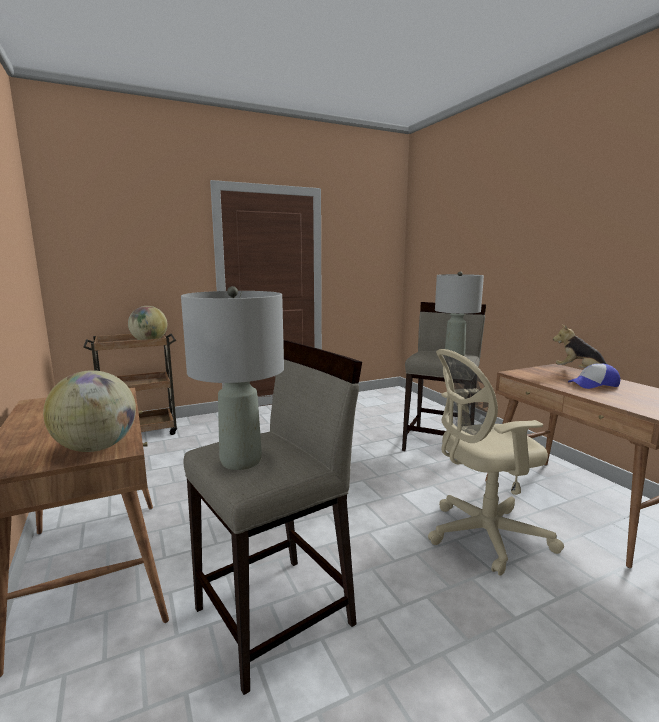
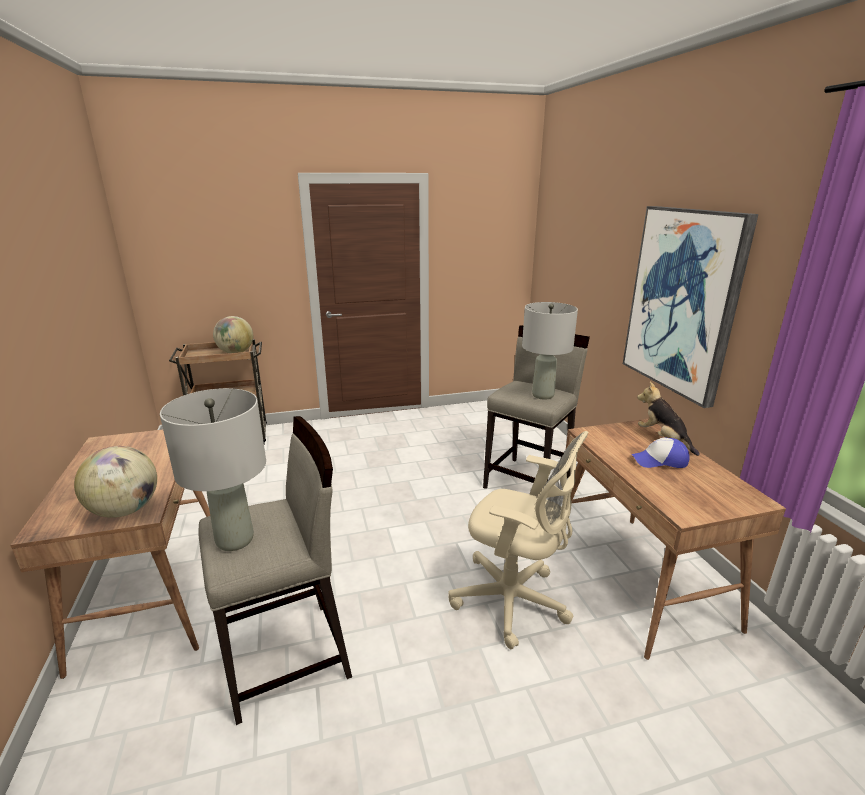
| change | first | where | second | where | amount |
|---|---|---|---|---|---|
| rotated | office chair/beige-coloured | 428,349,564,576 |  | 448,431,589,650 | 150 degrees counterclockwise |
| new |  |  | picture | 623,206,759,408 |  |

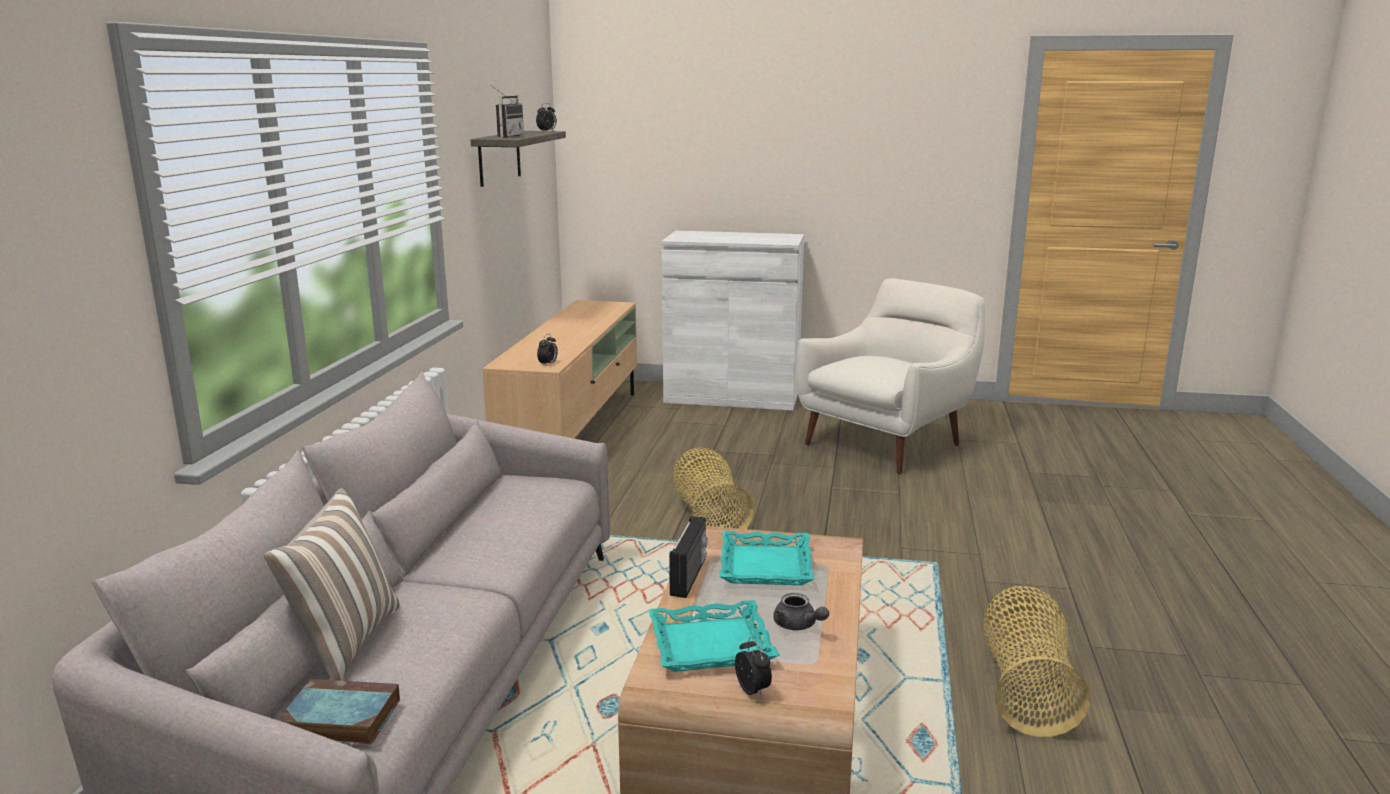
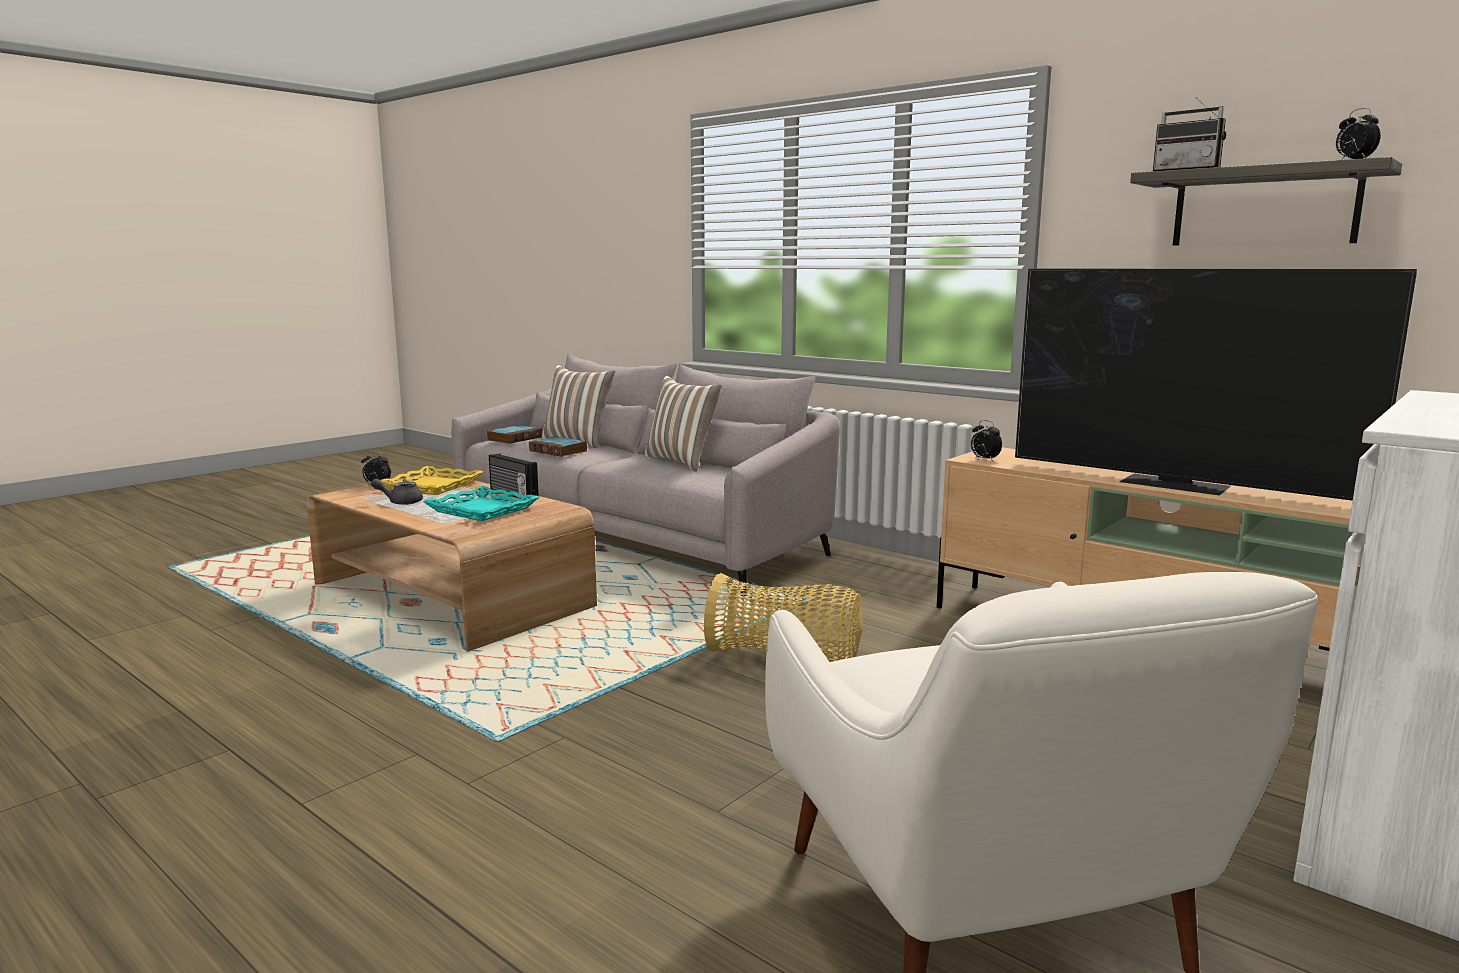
| change | first | where | second | where | amount |
|---|---|---|---|---|---|
| gone | household basket | 984,586,1090,737 |  |  |  |
| repainted | serving tray/turquoise-coloured | 649,600,780,672 | serving tray/yellow | 380,466,483,495 |  |
| new |  |  | television | 1015,268,1417,501 |  |
| new |  |  | cushion | 644,376,722,471 |  |
| new |  |  | bound book | 529,436,587,457 |  |

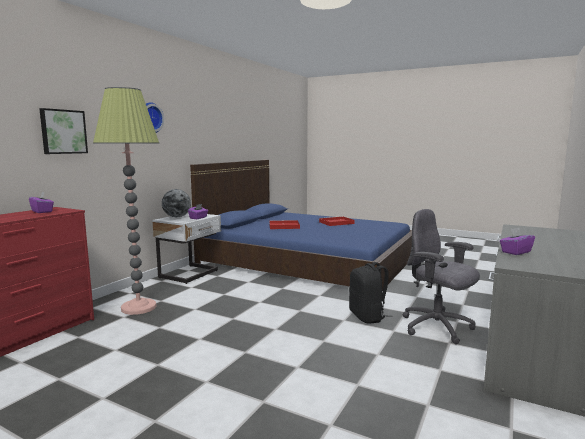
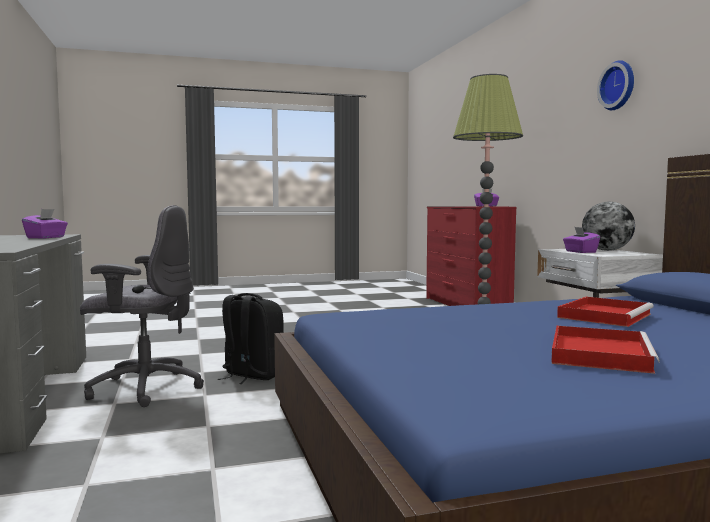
| change | first | where | second | where | amount |
|---|---|---|---|---|---|
| gone | picture | 39,108,88,154 |  |  |  |

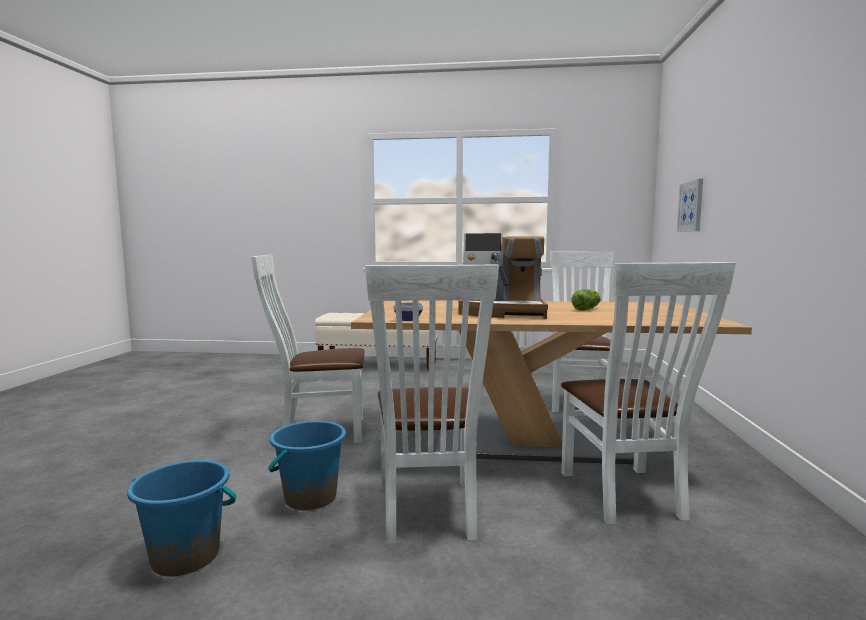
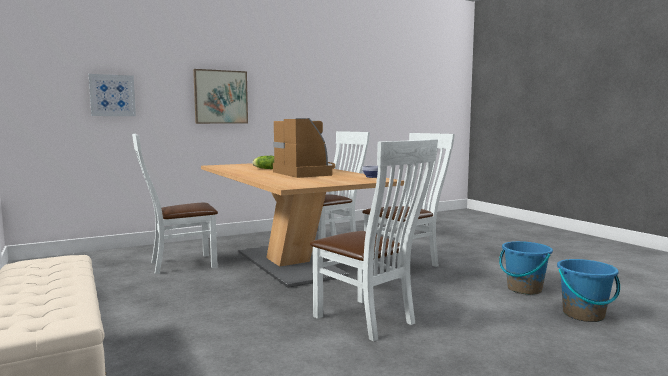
| change | first | where | second | where | amount |
|---|---|---|---|---|---|
| shifted | pail/bluish | 268,421,346,510 |  | 557,259,620,322 |  |
| new |  |  | picture | 193,69,248,124 |  |

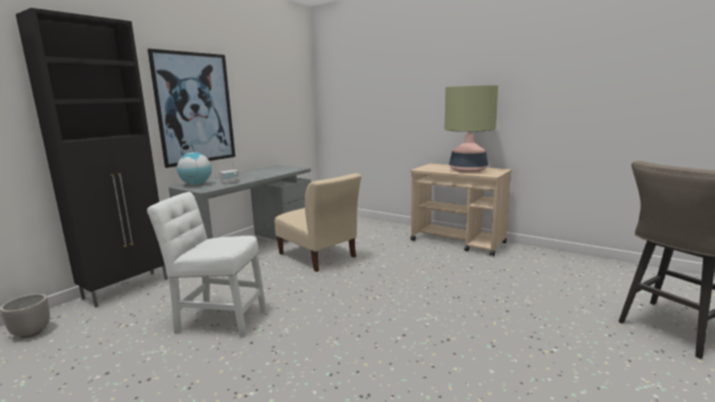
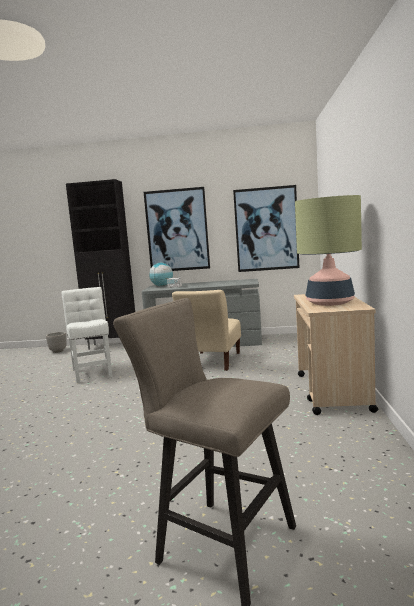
| change | first | where | second | where | amount |
|---|---|---|---|---|---|
| new |  |  | picture | 233,185,299,272 |  |

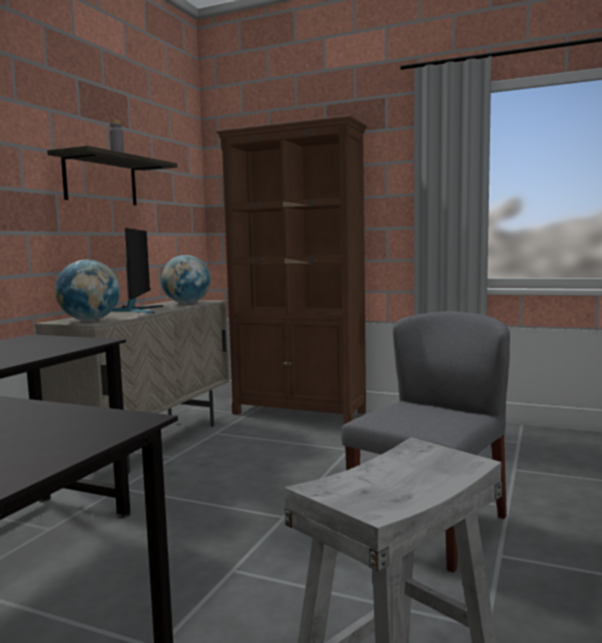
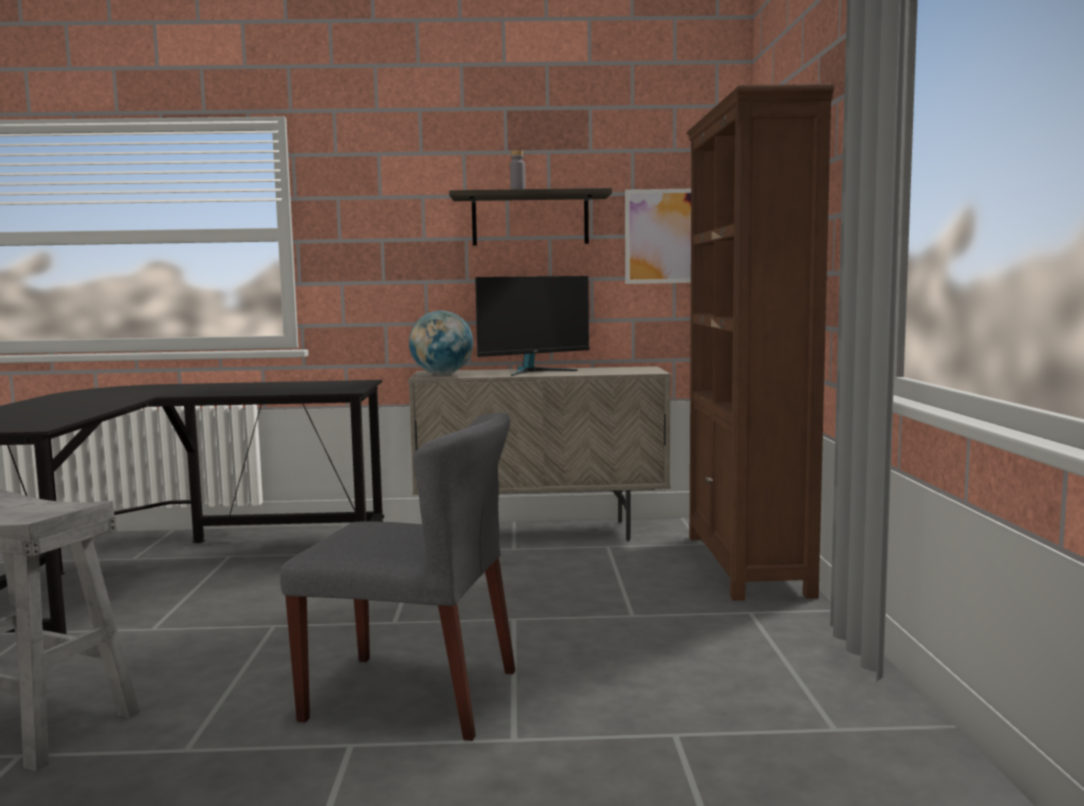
| change | first | where | second | where | amount |
|---|---|---|---|---|---|
| gone | globe | 161,255,210,304 |  |  |  |
| new |  |  | picture | 625,189,691,284 |  |

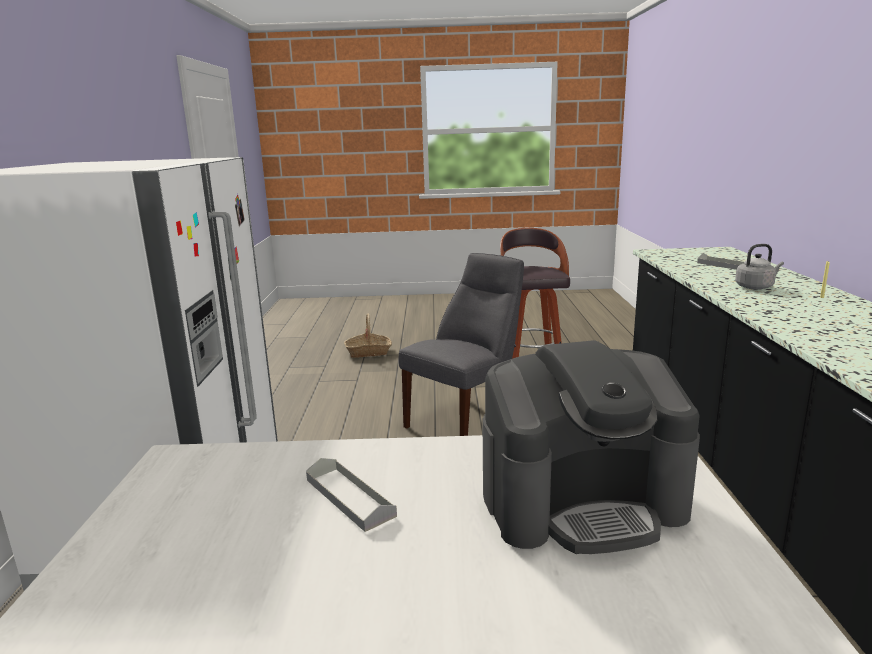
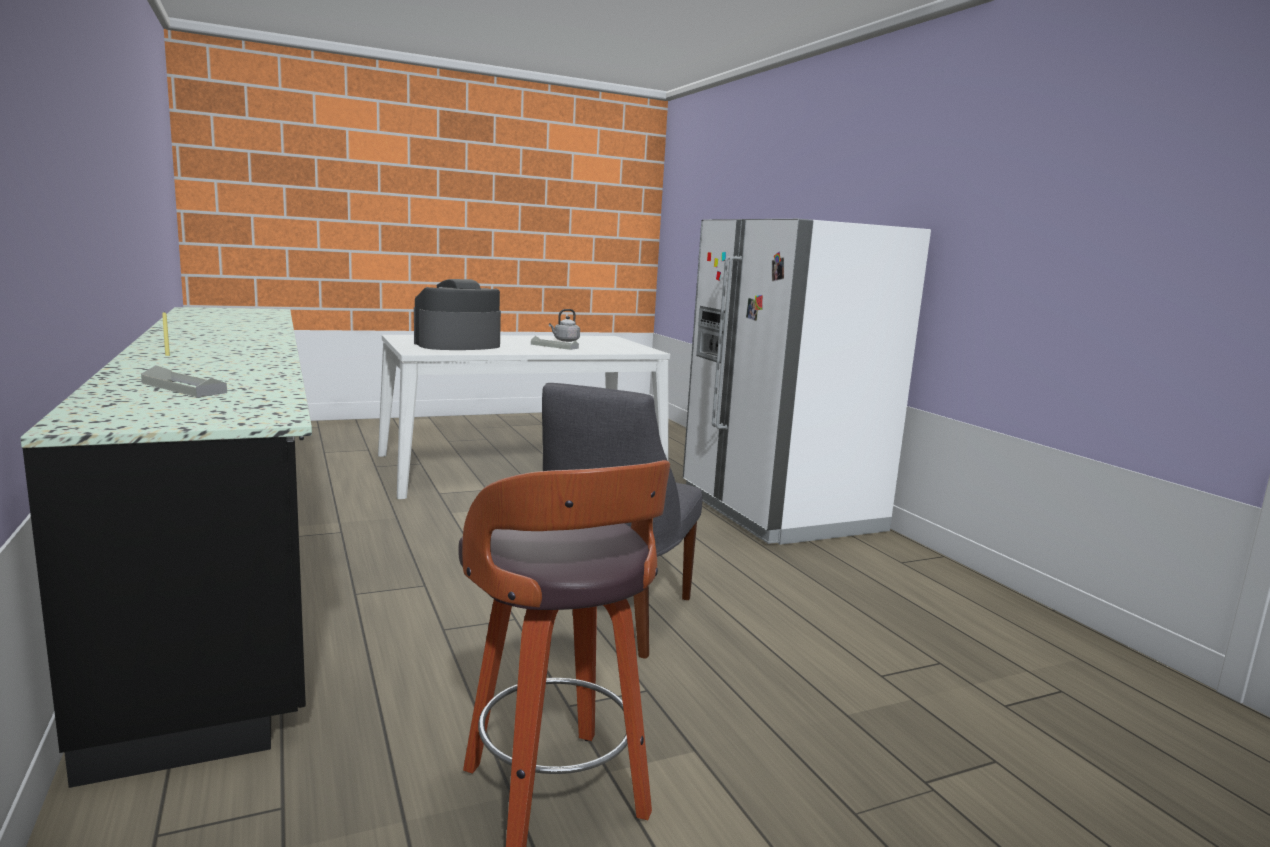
| change | first | where | second | where | amount |
|---|---|---|---|---|---|
| shifted | tea kettle/greyish | 735,244,784,290 |  | 549,309,580,342 |  |
| gone | household basket | 344,314,392,358 |  |  |  |

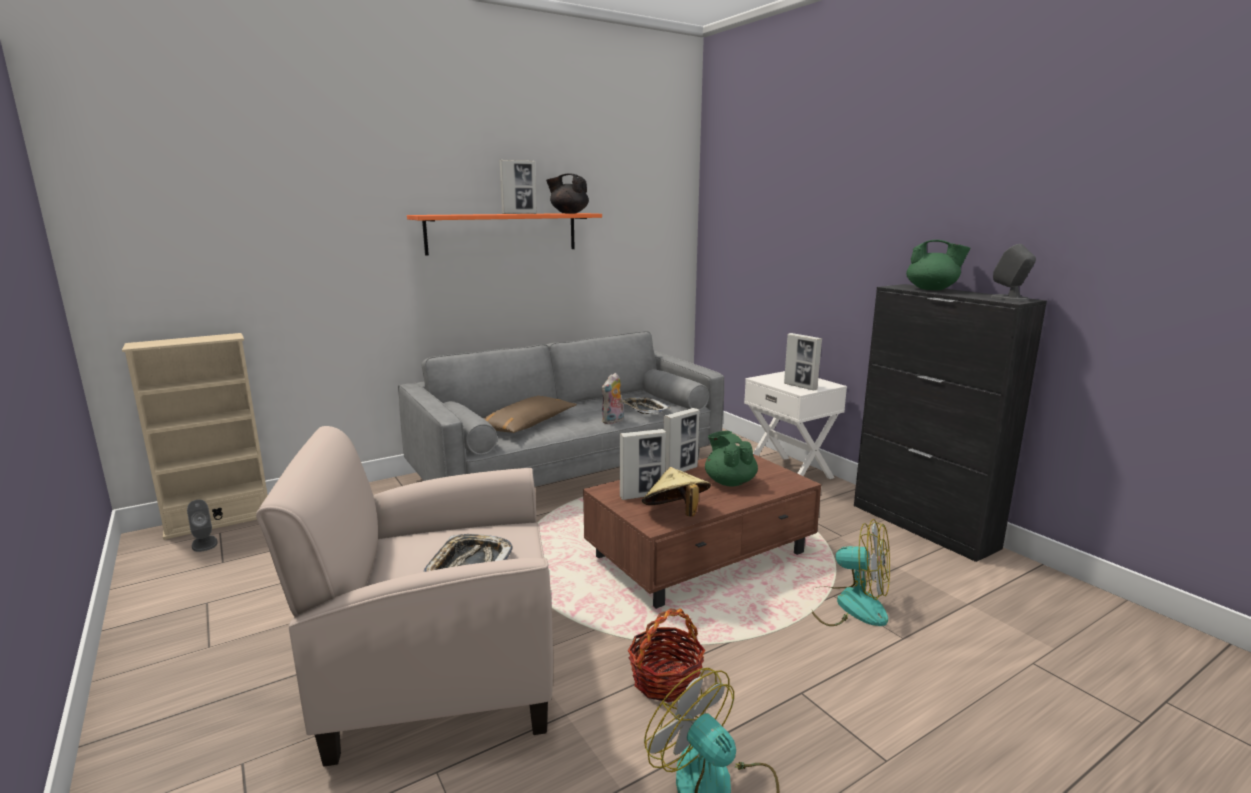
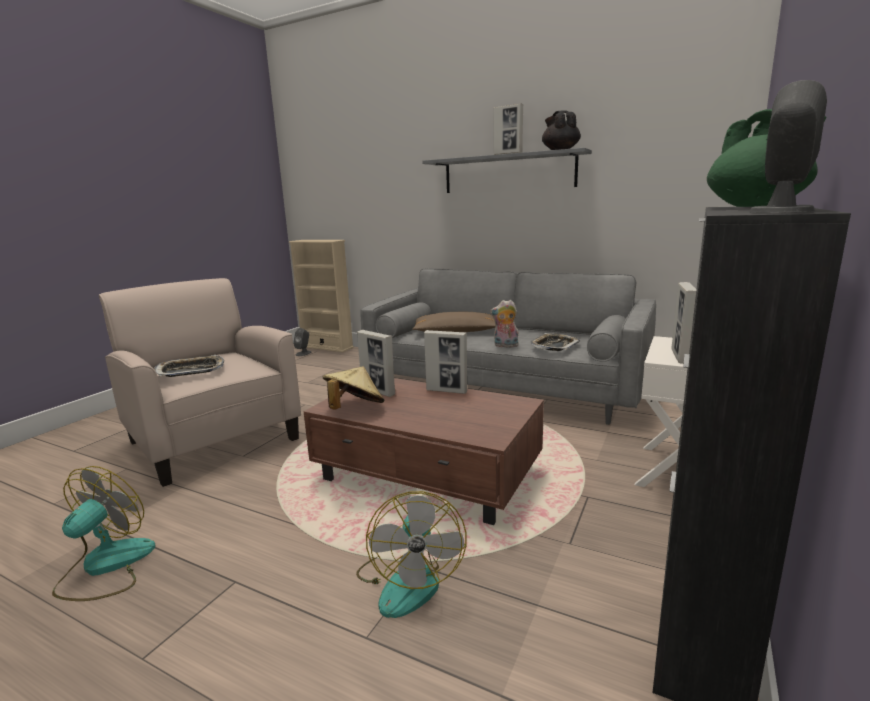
| change | first | where | second | where | amount |
|---|---|---|---|---|---|
| repainted | bracket shelf/orange | 407,213,602,255 | bracket shelf/greyish | 422,148,592,193 |  |
| gone | teapot/green-coloured | 705,431,758,487 |  |  |  |
| gone | household basket | 628,608,705,703 |  |  |  |

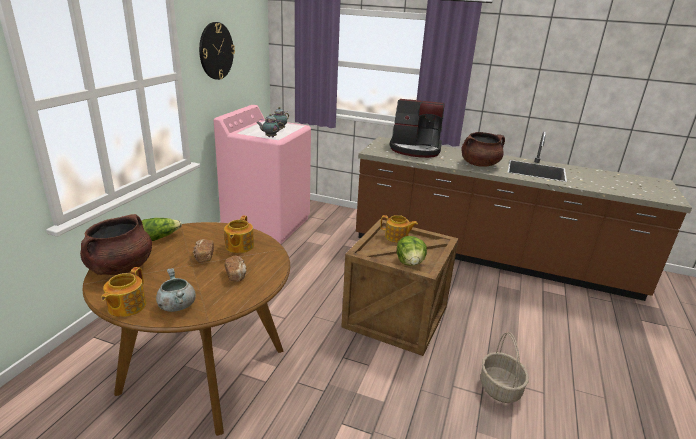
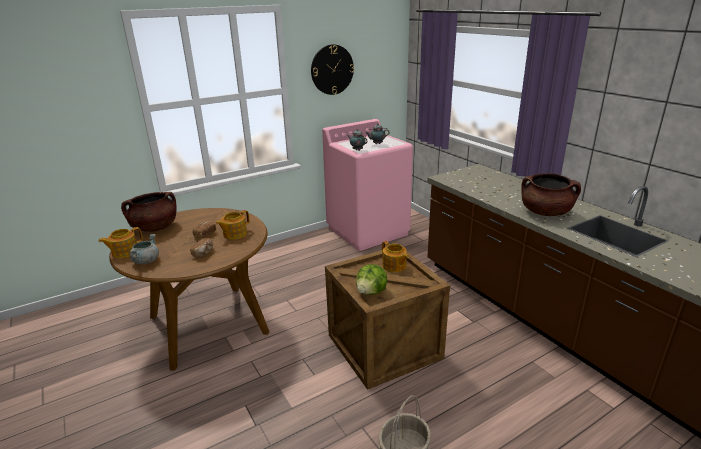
| change | first | where | second | where | amount |
|---|---|---|---|---|---|
| gone | coffee machine | 389,99,444,158 |  |  |  |
| gone | head of lettuce | 142,218,182,241 |  |  |  |

